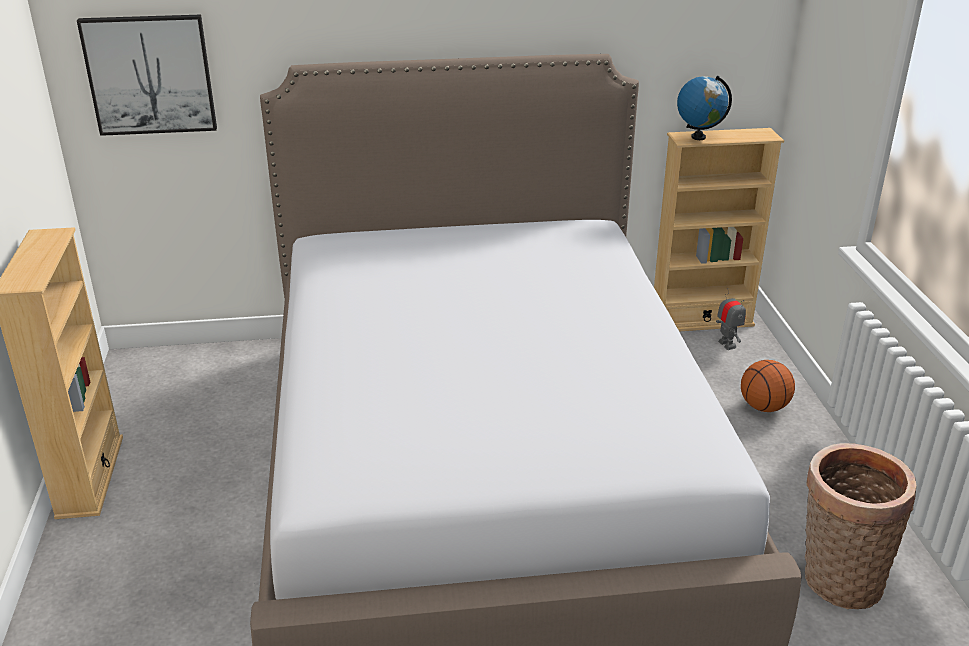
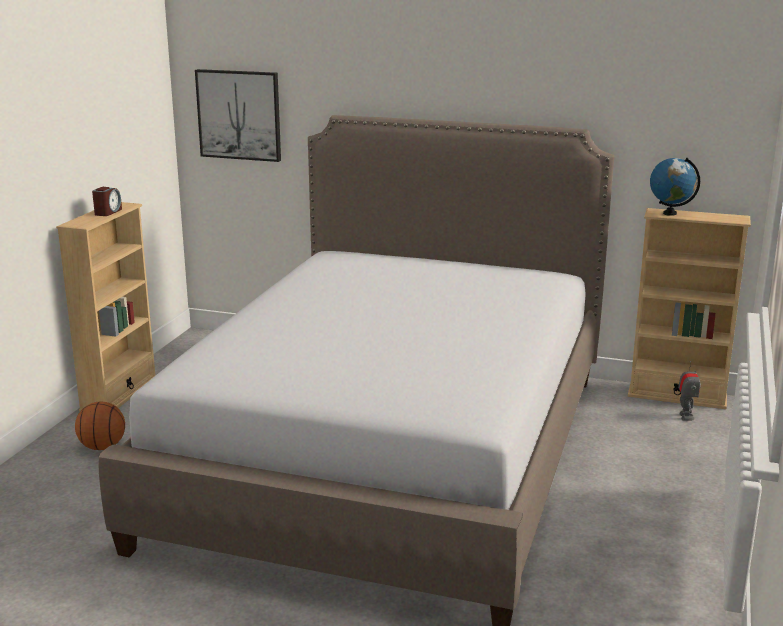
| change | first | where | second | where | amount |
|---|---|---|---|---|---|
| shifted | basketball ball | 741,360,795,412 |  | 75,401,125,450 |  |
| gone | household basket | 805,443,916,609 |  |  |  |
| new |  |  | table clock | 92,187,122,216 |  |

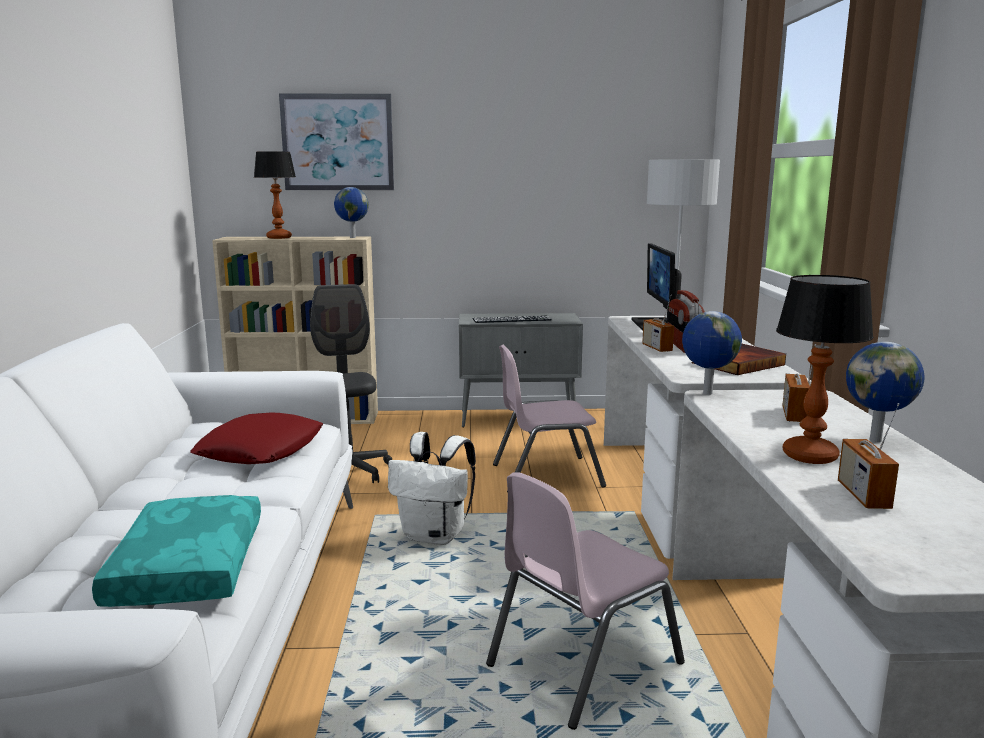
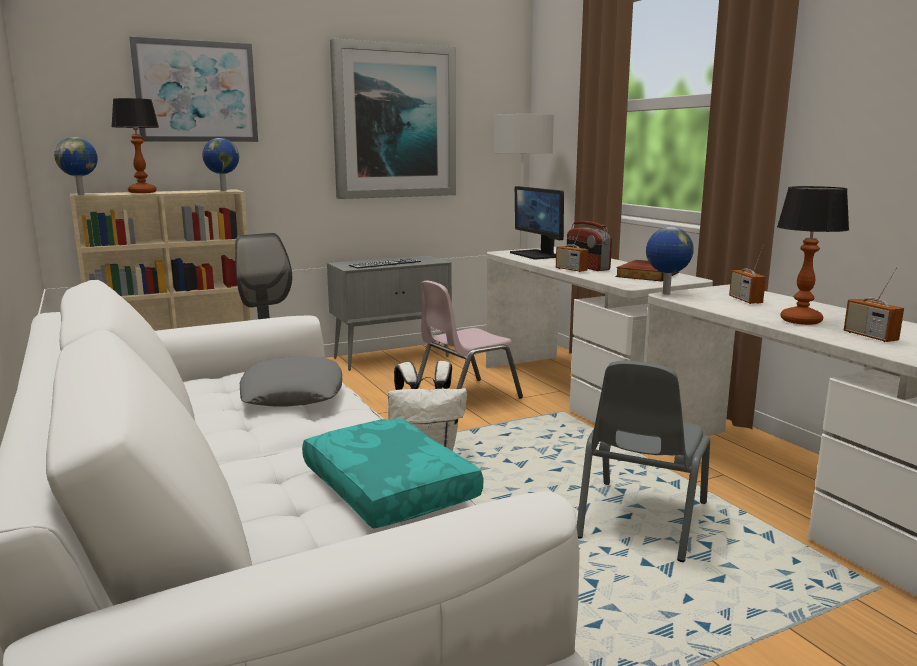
| change | first | where | second | where | amount |
|---|---|---|---|---|---|
| shifted | globe | 846,342,925,443 |  | 54,137,98,195 |  |
| repainted | cushion/red-coloured | 190,413,323,464 | cushion/greyish | 240,356,342,407 |  |
| repainted | plain chair/pink | 486,472,685,730 | plain chair/greyish | 576,361,710,562 |  |
| new |  |  | picture | 330,38,456,199 |  |

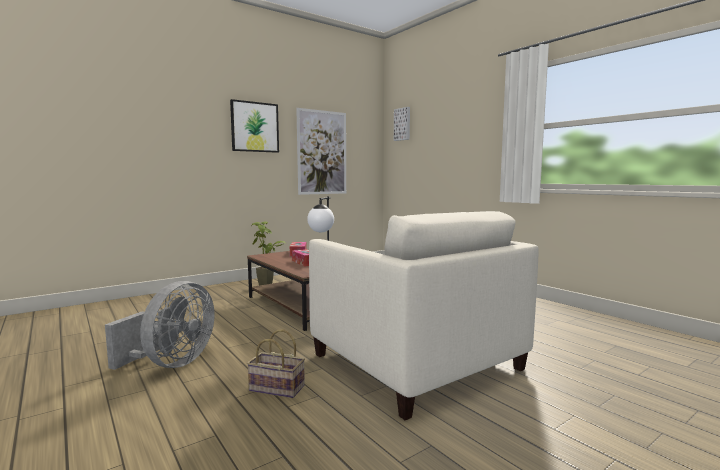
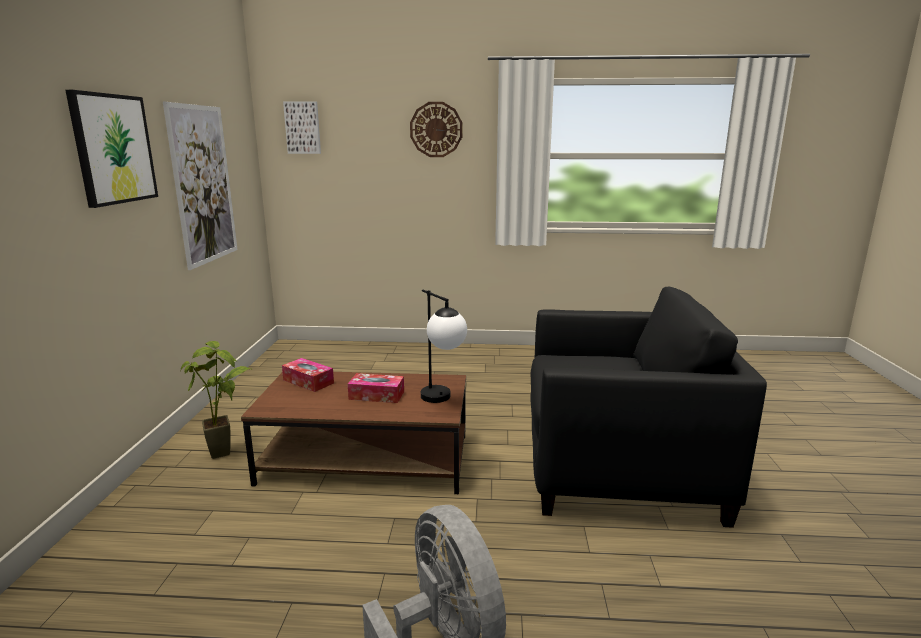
| change | first | where | second | where | amount |
|---|---|---|---|---|---|
| repainted | armchair/beige-coloured | 309,211,538,420 | armchair/blackish | 531,286,767,528 |  |
| gone | household basket | 247,330,305,398 |  |  |  |
| new |  |  | clock on the wall | 410,102,463,157 |  |

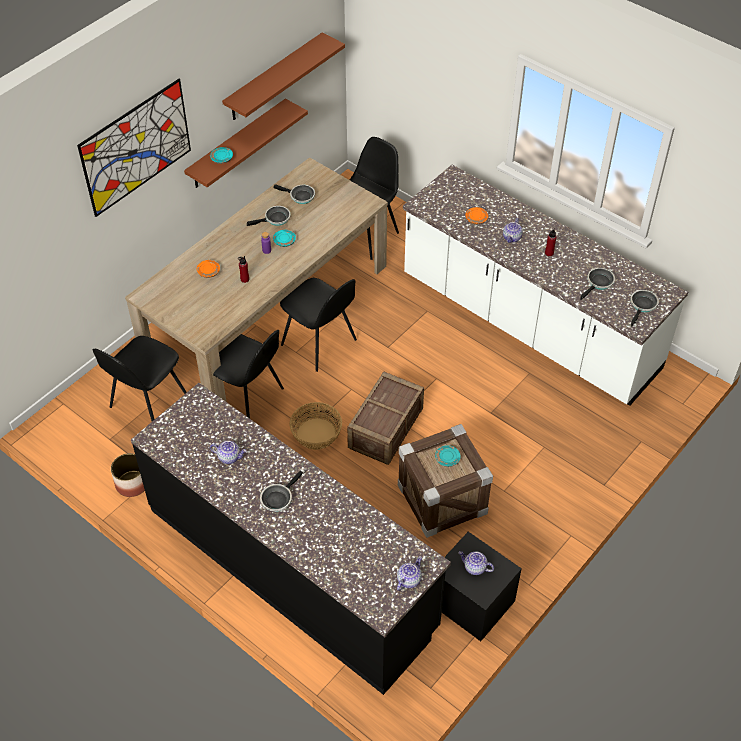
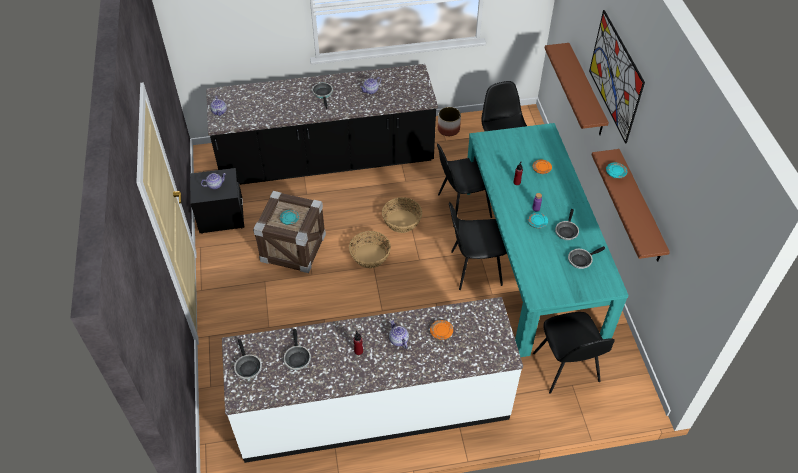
| change | first | where | second | where | amount |
|---|---|---|---|---|---|
| shifted | bracket shelf/brown-coloured | 222,33,345,120 |  | 545,43,609,135 |  |
| repainted | kitchen table/beige-coloured | 125,157,388,401 | kitchen table/turquoise-coloured | 467,123,629,357 |  |
| swapped | shipping crate | 347,371,424,465 | household basket | 349,231,391,268 |  |

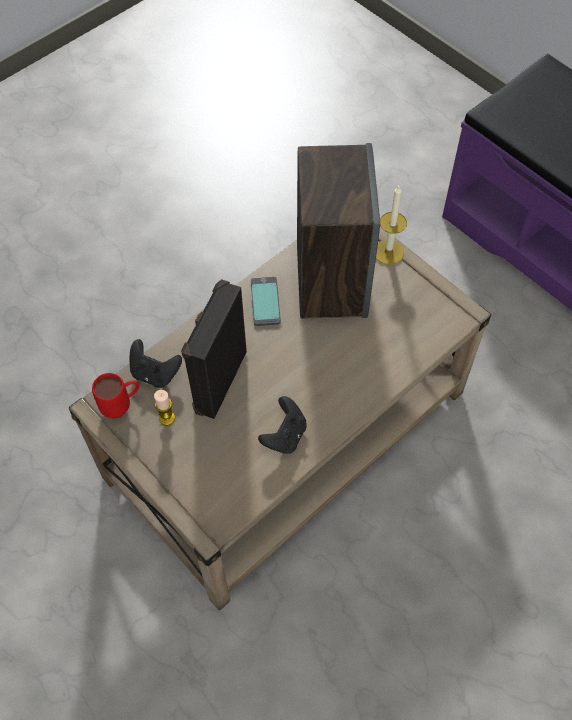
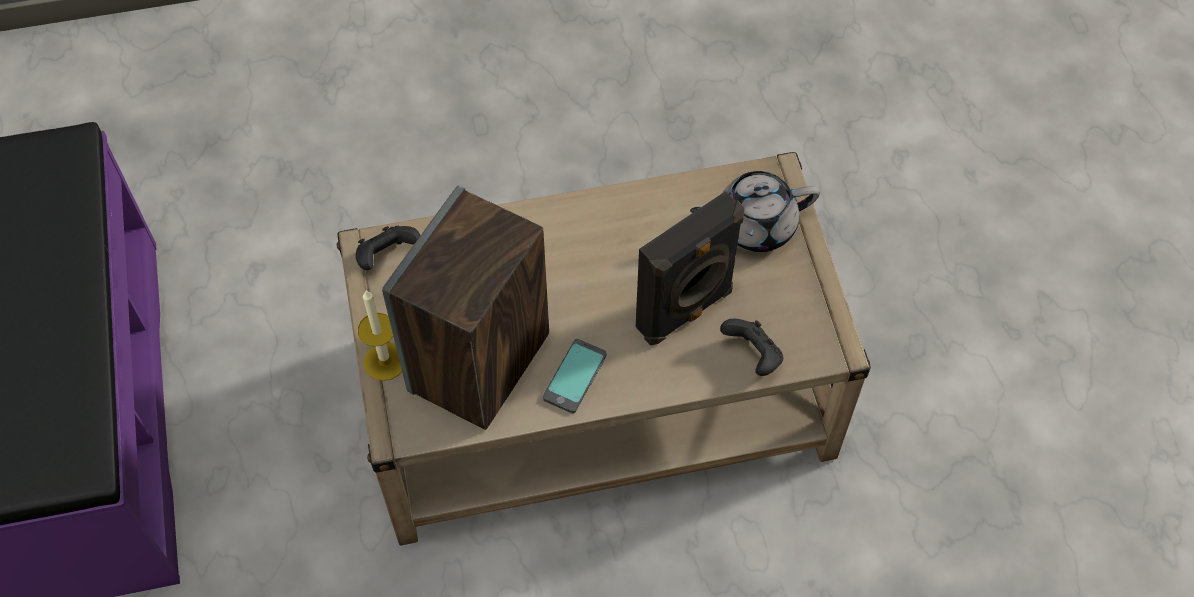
| change | first | where | second | where | amount |
|---|---|---|---|---|---|
| gone | coffee mug/red-coloured | 92,373,139,419 |  |  |  |
| gone | wax light | 154,390,175,426 |  |  |  |
| shifted | gamepad/blackish | 258,396,307,454 |  | 356,226,420,270 |  |
| new |  |  | teapot/greyish | 690,171,820,252 |  |

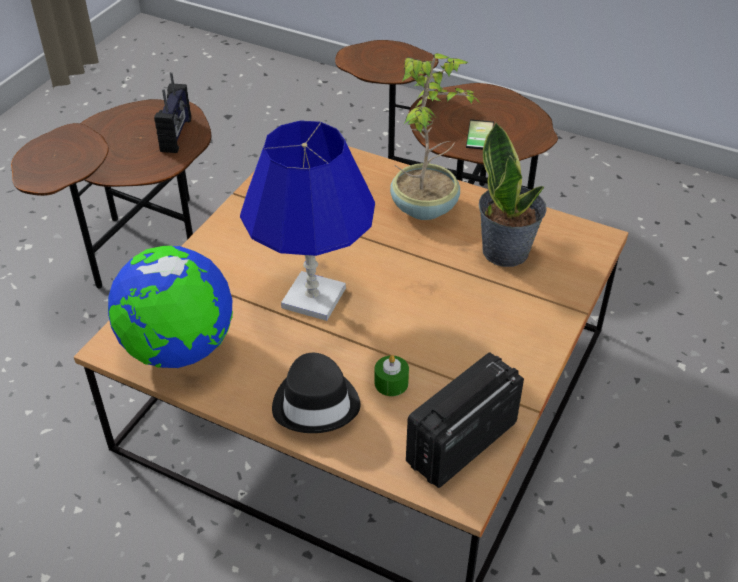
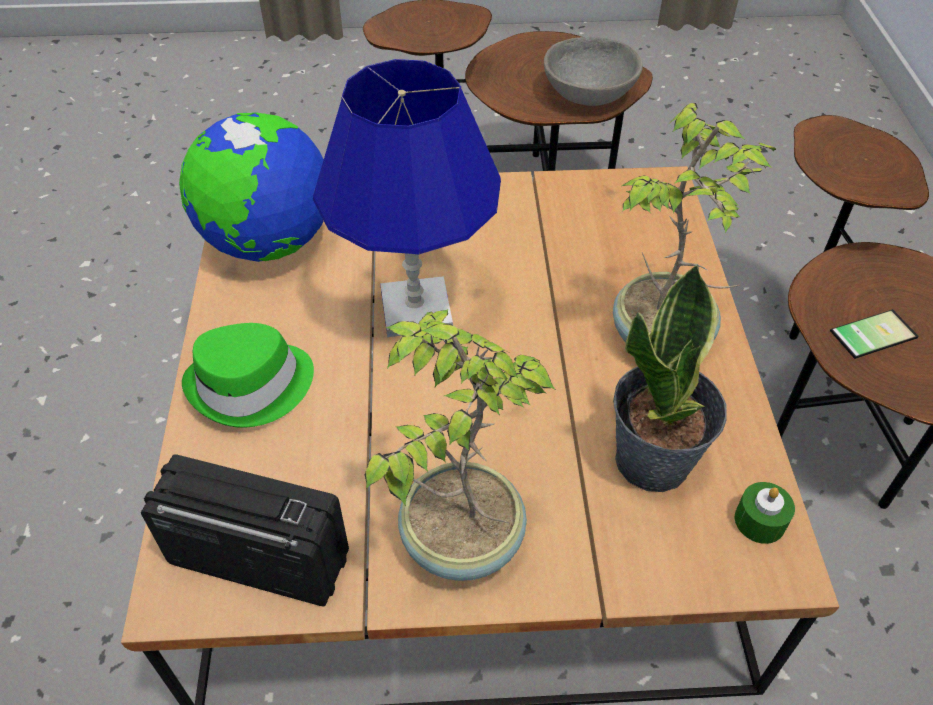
| change | first | where | second | where | amount |
|---|---|---|---|---|---|
| swapped | radio set | 154,72,191,153 | deep dish/greyish | 544,37,643,106 |  |
| repainted | hat/blackish | 272,353,360,433 | hat/green-coloured | 182,323,314,428 |  |
| shifted | wax light/green-coloured | 374,355,409,396 |  | 735,482,795,544 |  |
| new |  |  | potted plant | 365,309,555,581 |  |

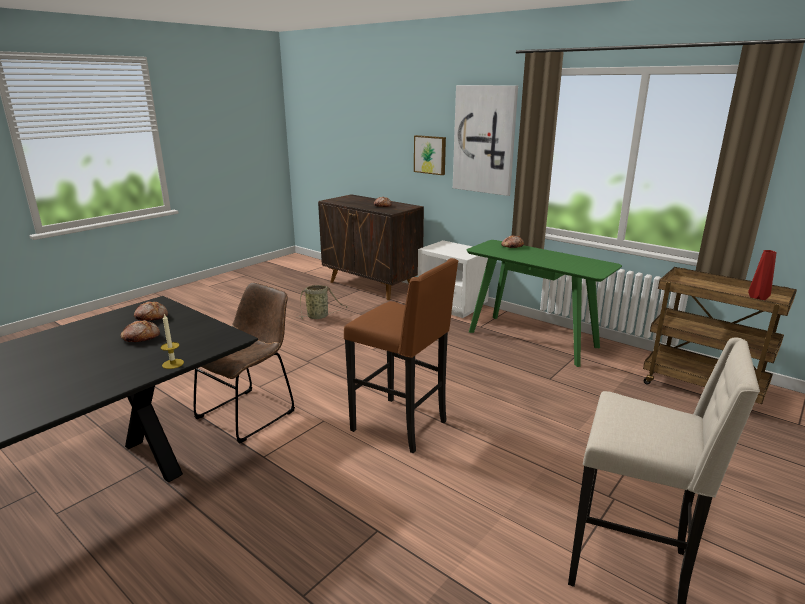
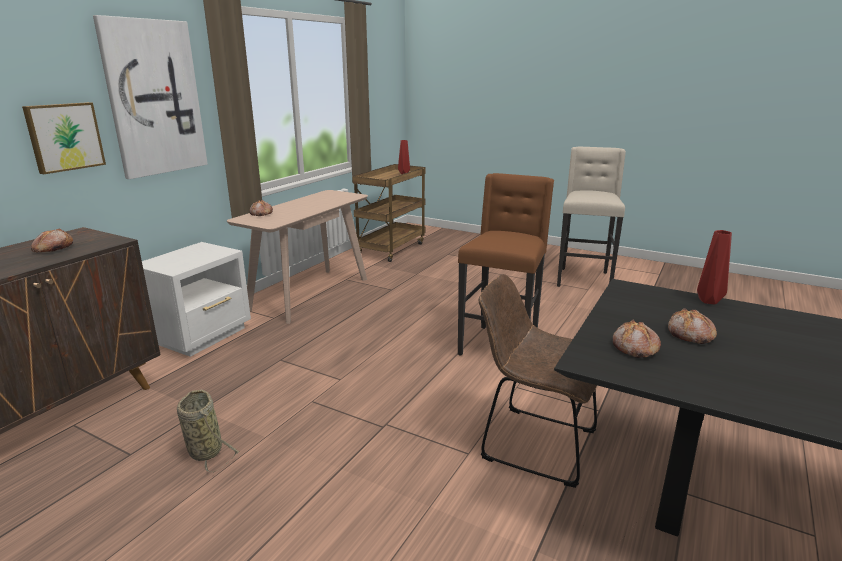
| change | first | where | second | where | amount |
|---|---|---|---|---|---|
| repainted | console table/green-coloured | 467,240,622,367 | console table/beige-coloured | 227,190,368,324 |  |
| swapped | wax light | 161,314,184,369 | flower vase/red-coloured | 697,230,732,304 |  |

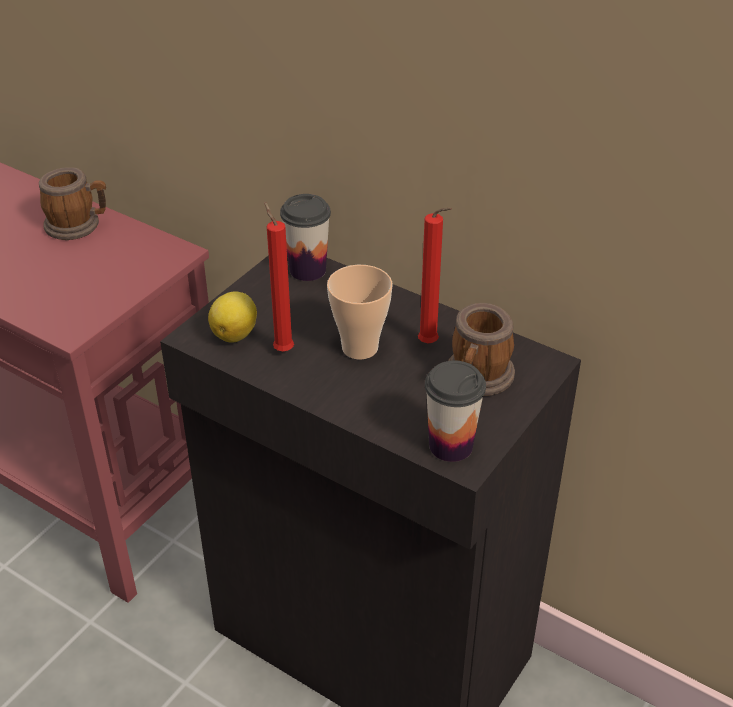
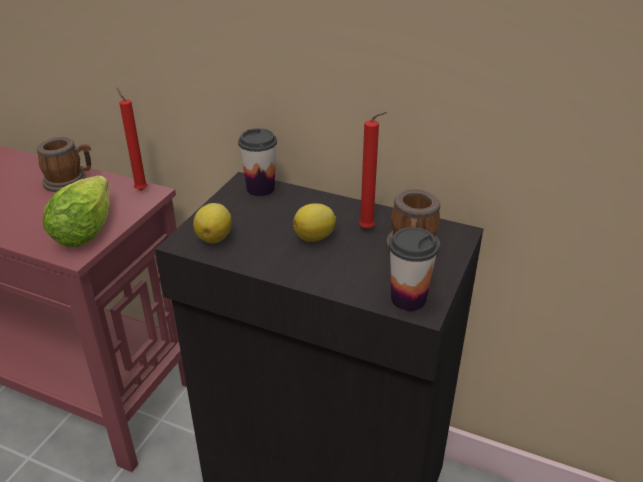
| change | first | where | second | where | amount |
|---|---|---|---|---|---|
| shifted | wax light/red-coloured | 264,201,294,351 |  | 117,88,147,191 |  |
| swapped | cup | 327,265,393,359 | lemon | 293,203,336,242 |  |
| new |  |  | head of lettuce | 43,176,109,247 |  |

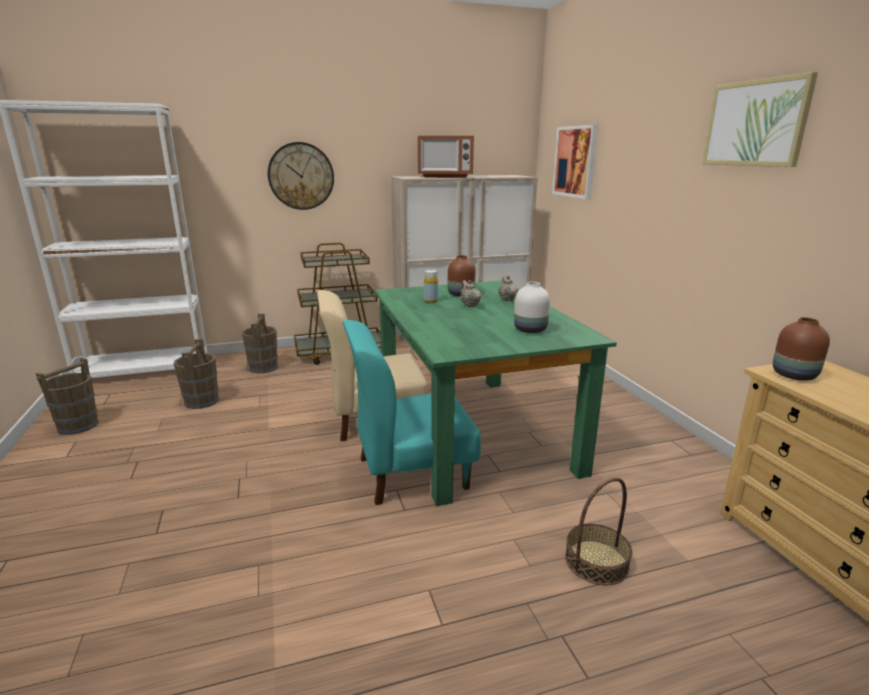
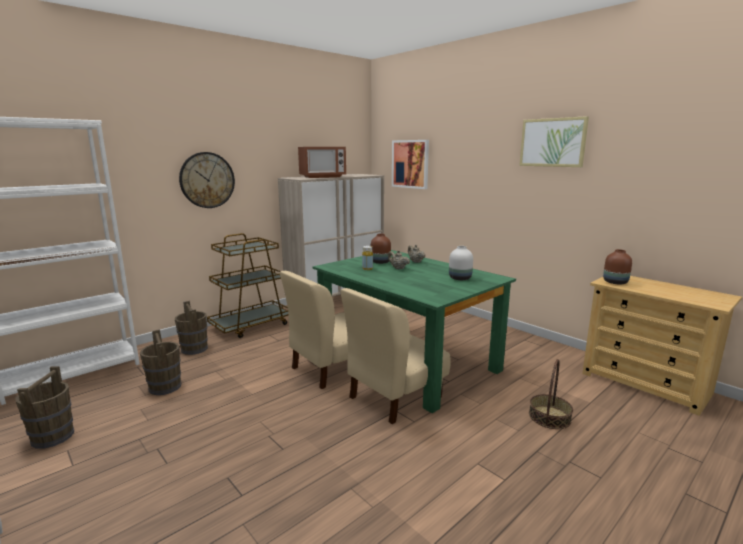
| change | first | where | second | where | amount |
|---|---|---|---|---|---|
| repainted | plain chair/turquoise-coloured | 343,320,481,505 | plain chair/beige-coloured | 341,288,450,424 |  |

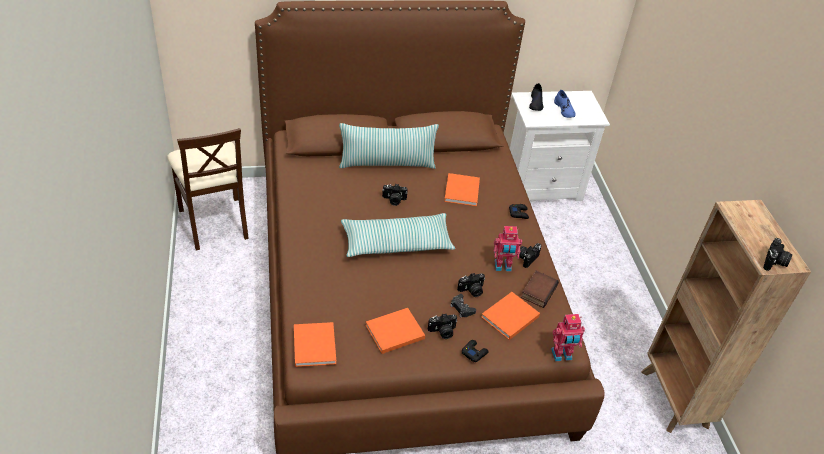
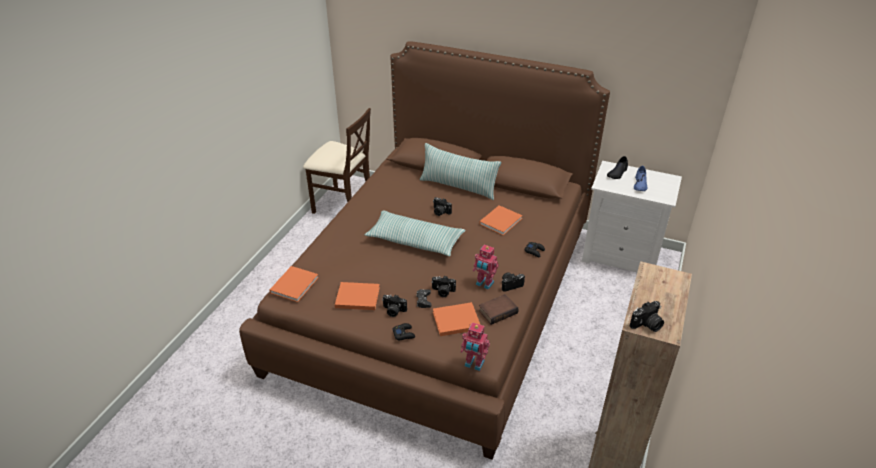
| change | first | where | second | where | amount |
|---|---|---|---|---|---|
| rotated | plain chair/beige-coloured | 167,128,249,250 |  | 303,108,371,214 | 75 degrees counterclockwise |

